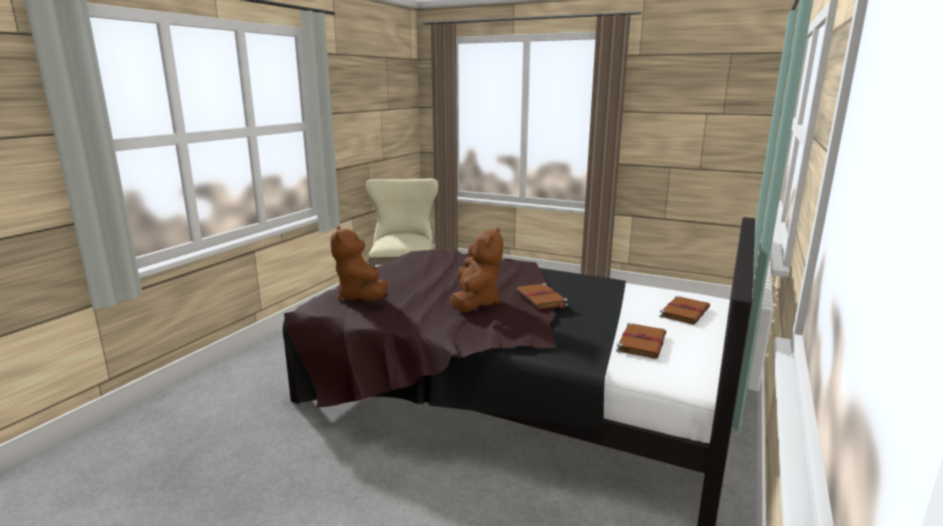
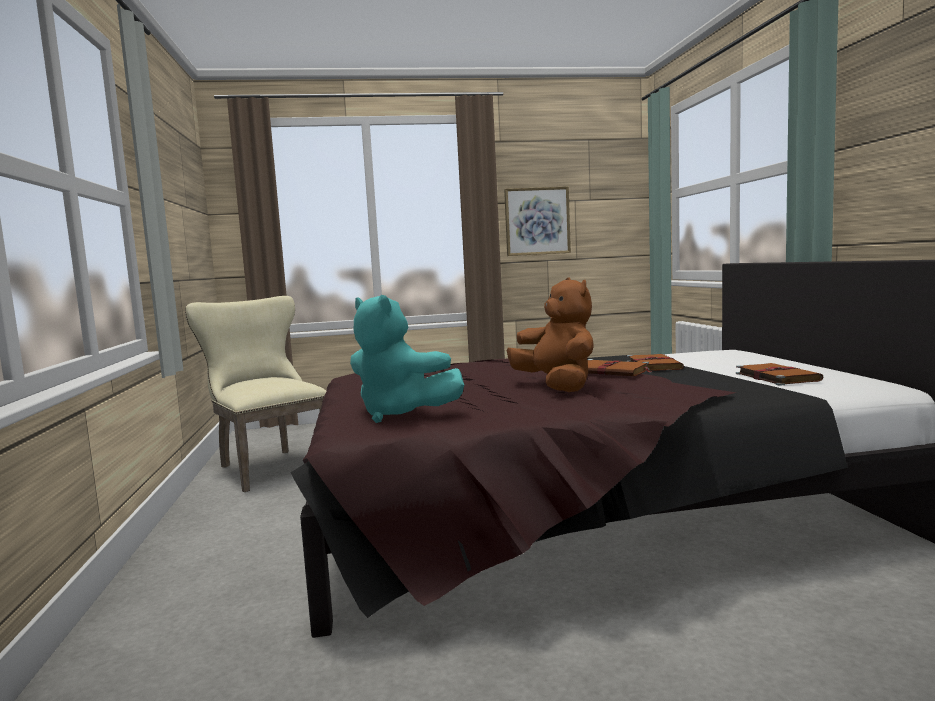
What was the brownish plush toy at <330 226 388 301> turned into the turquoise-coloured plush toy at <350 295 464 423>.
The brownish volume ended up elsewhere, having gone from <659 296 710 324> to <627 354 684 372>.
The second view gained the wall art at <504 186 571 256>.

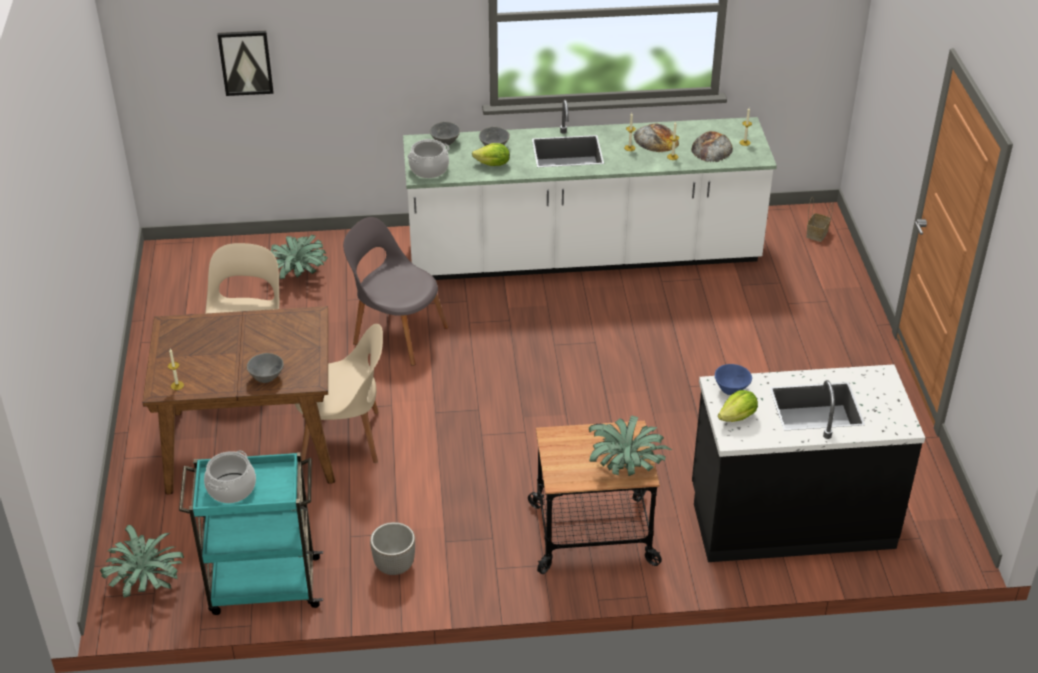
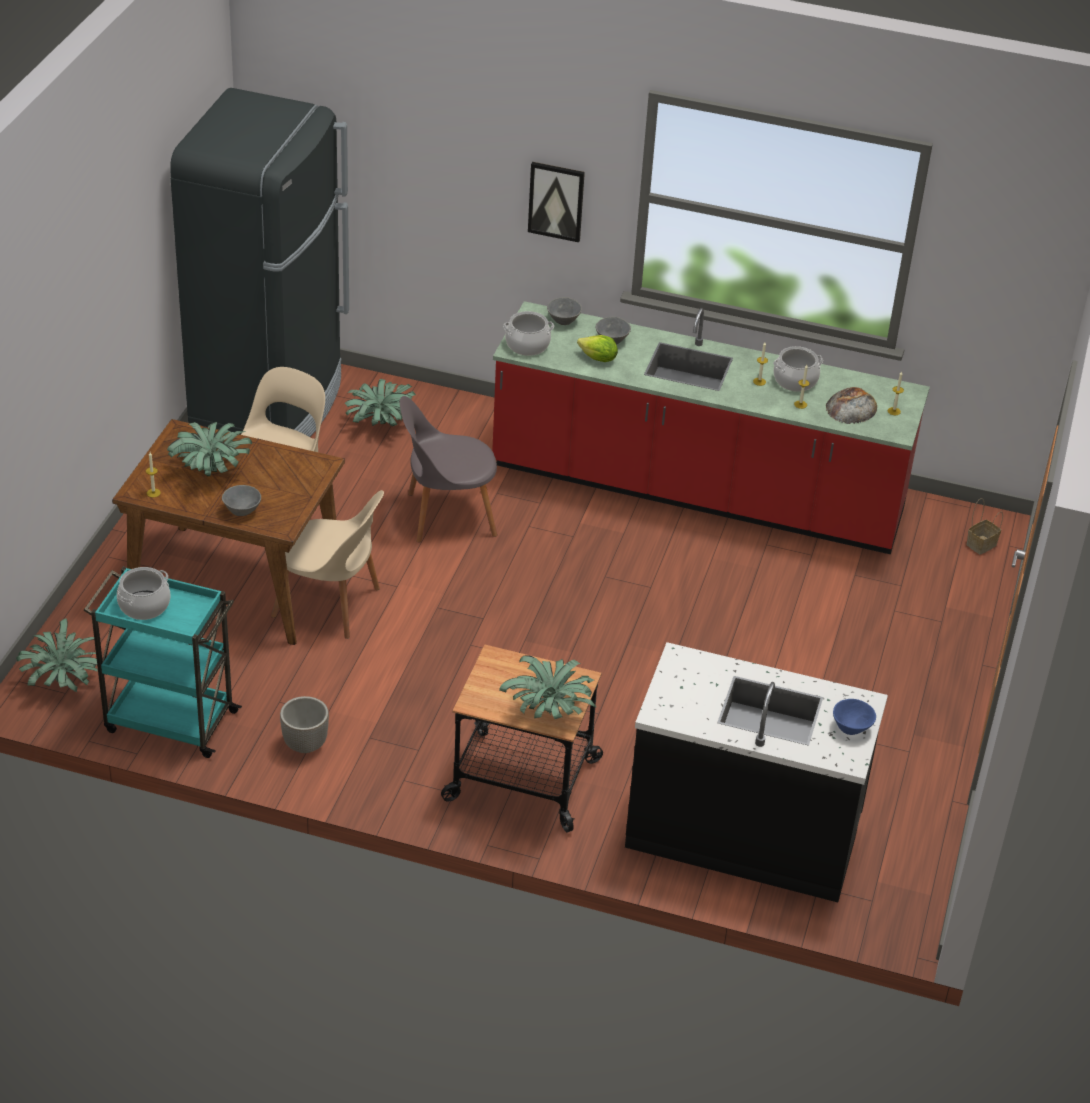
The wall art ended up elsewhere, having gone from <217 31 274 96> to <528 162 585 242>.
What was the white-coloured kitchen counter at <403 100 777 280> turned into the red kitchen counter at <492 301 930 555>.
Where the bread stood at <633 123 679 152>, the cooking pot came to stand at <773 346 823 392>.
The greyish upright chair at <343 217 448 366> ended up facing another way, 60 degrees counterclockwise from before.
The blue-coloured deep dish ended up elsewhere, having gone from <715 364 752 395> to <833 699 876 735>.
The second view lost the lettuce head at <718 390 758 422>.
The second view gained the black refrigerator at <170 88 349 437>.
The second view gained the plant in a pot at <167 422 252 476>.

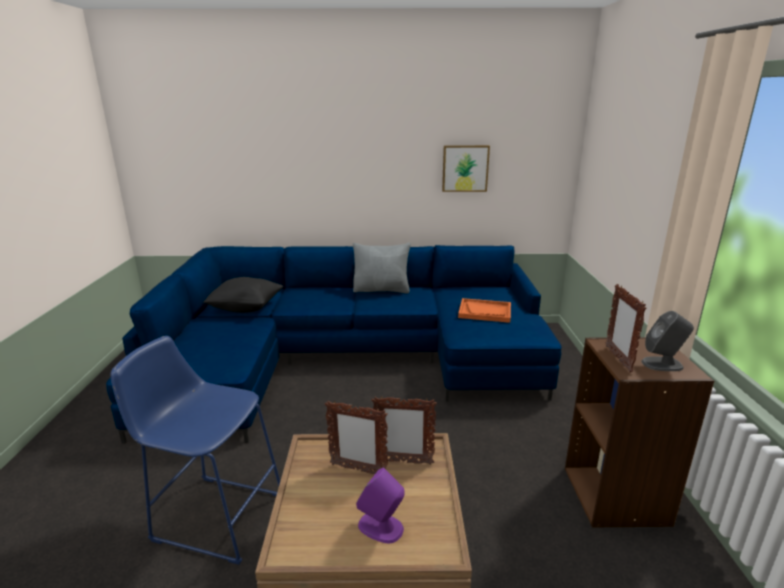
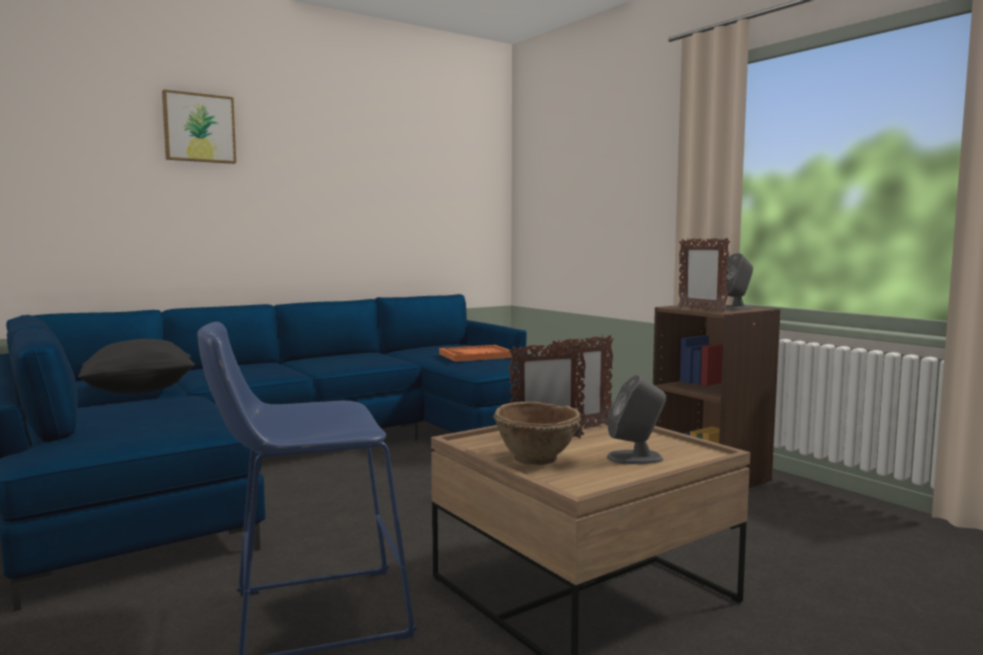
The wall art ended up elsewhere, having gone from <442 145 490 192> to <162 89 236 164>.
The second view lost the greyish pillow at <353 243 411 293>.
What was the purple audio speaker at <356 468 405 544> turned into the greyish audio speaker at <607 375 666 464>.
The second view gained the brownish deep dish at <493 402 581 465>.

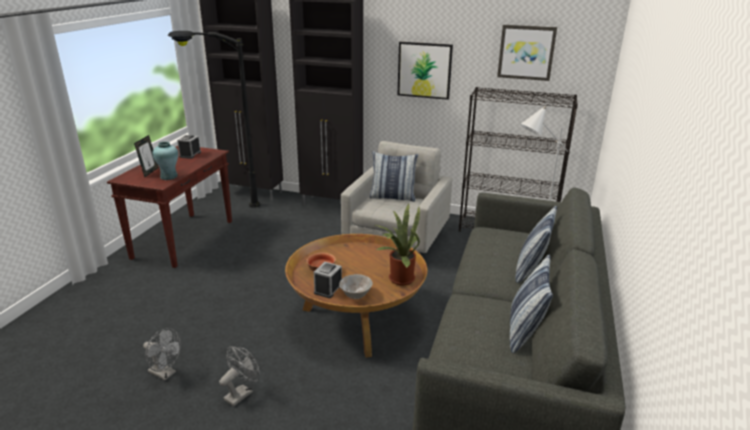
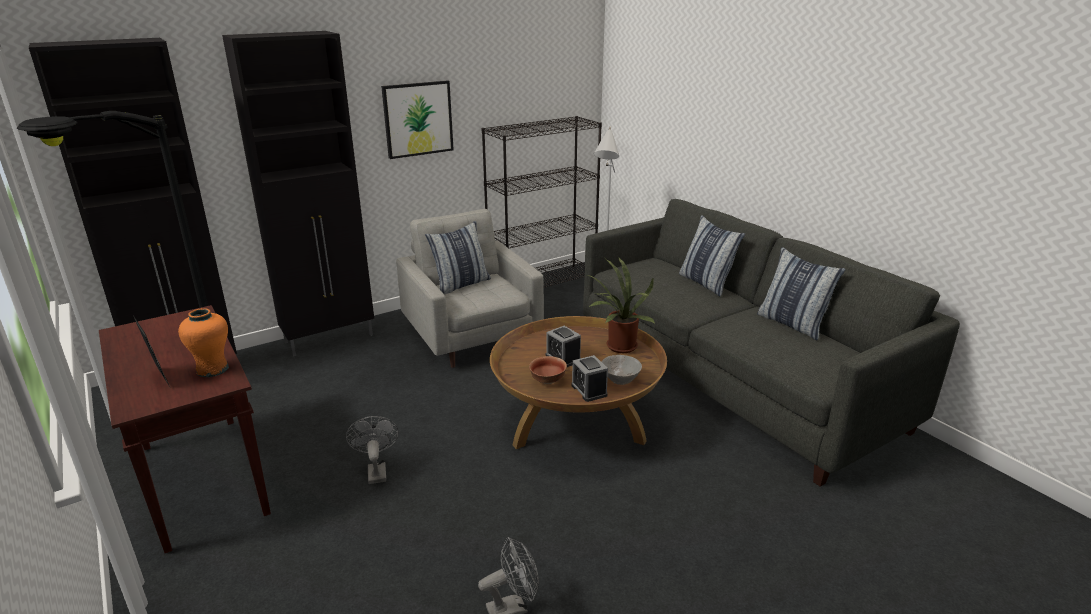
The second view lost the wall art at <497 25 557 81>.
The bedside clock ended up elsewhere, having gone from <177 135 201 159> to <546 326 581 367>.
What was the turquoise-coloured flower vase at <153 142 179 180> turned into the orange flower vase at <178 308 229 377>.
The greyish electric fan ended up elsewhere, having gone from <219 346 259 406> to <346 416 399 484>.

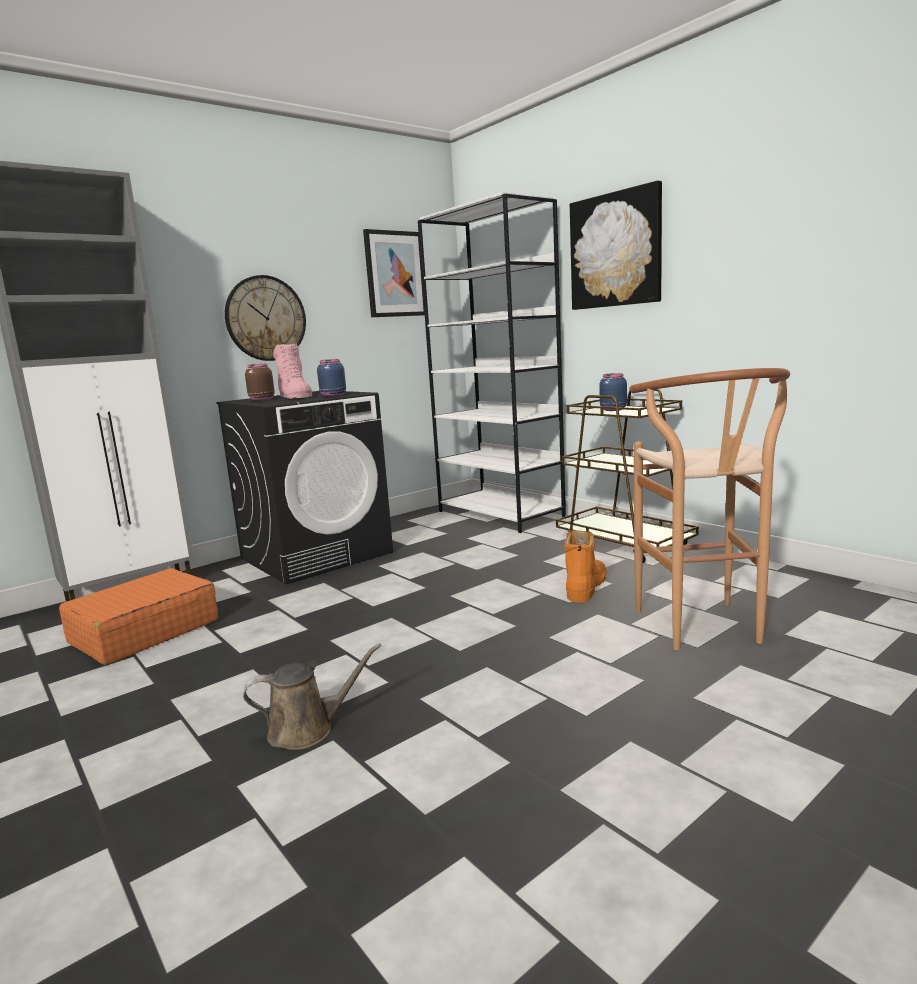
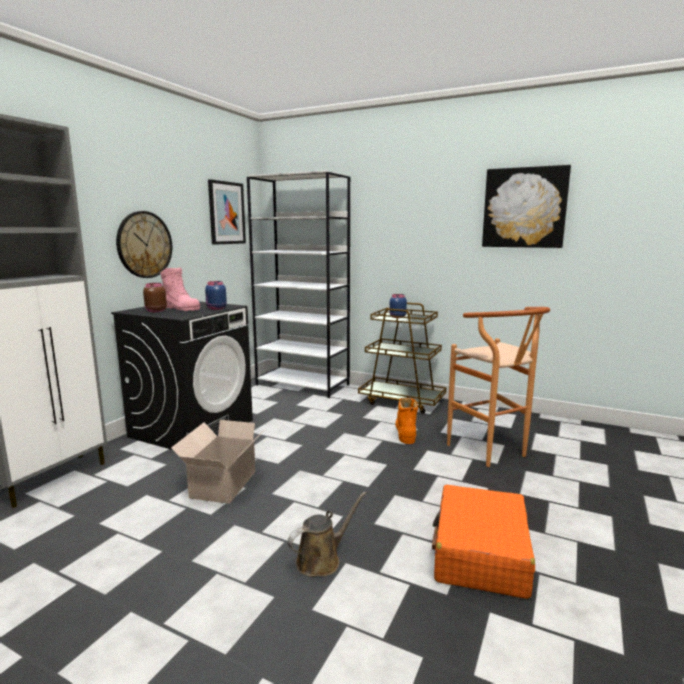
The wall art ended up elsewhere, having gone from <570 181 662 310> to <482 165 571 248>.
The orange travel case ended up elsewhere, having gone from <59 568 218 665> to <432 485 535 599>.
The second view gained the packing box at <171 420 266 504>.

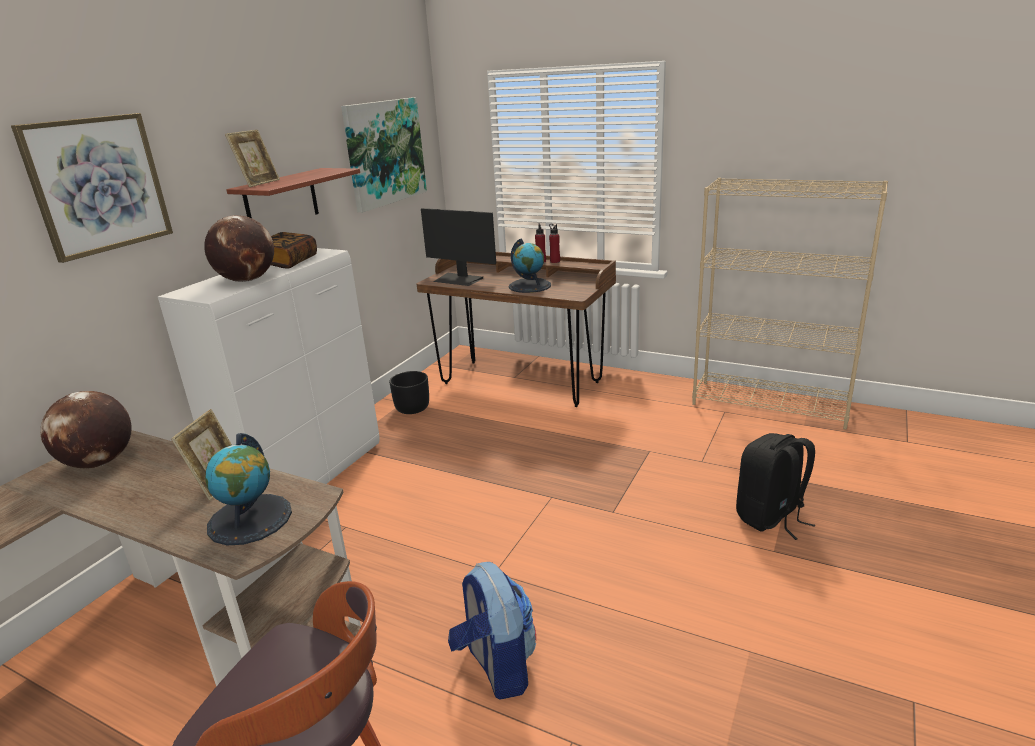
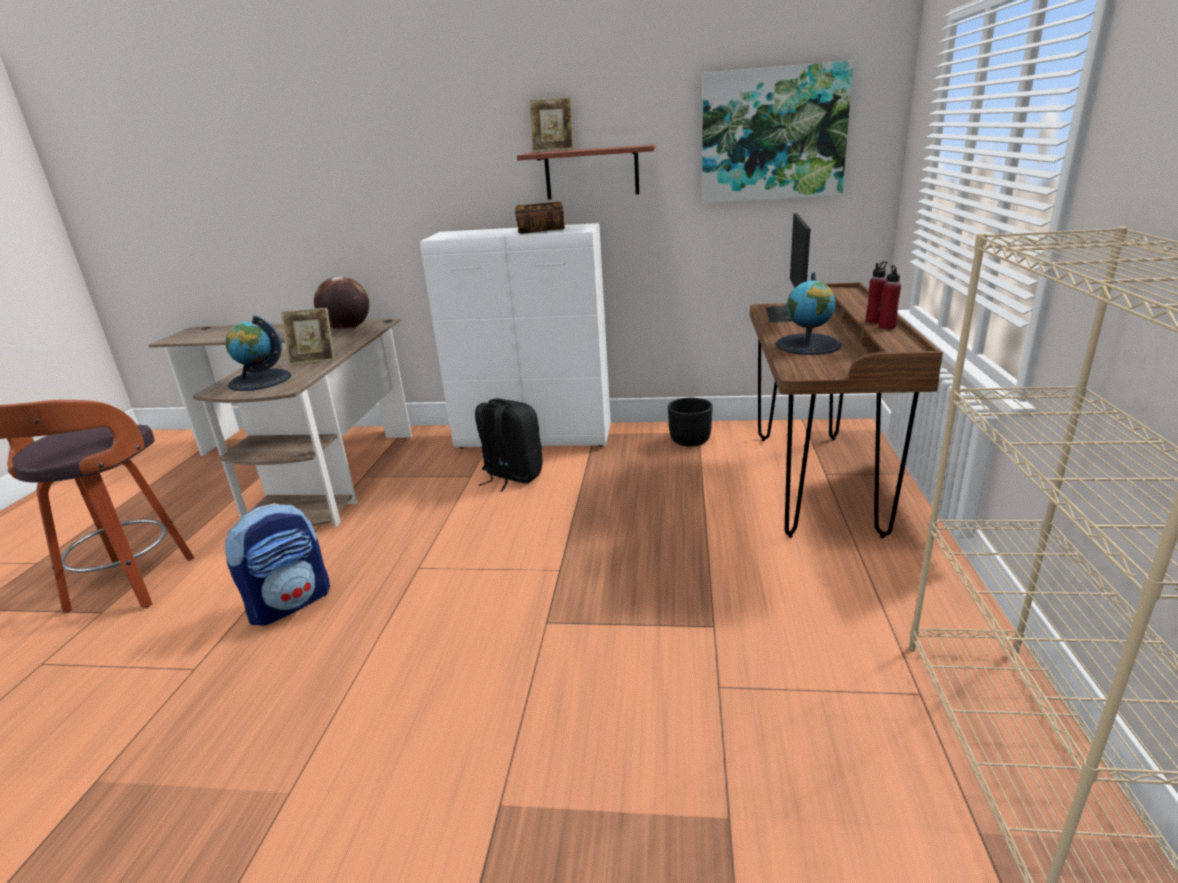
The second view lost the wall art at <11 113 173 263>.
The second view lost the globe at <204 215 274 282>.
The black backpack ended up elsewhere, having gone from <736 433 815 540> to <475 399 543 492>.

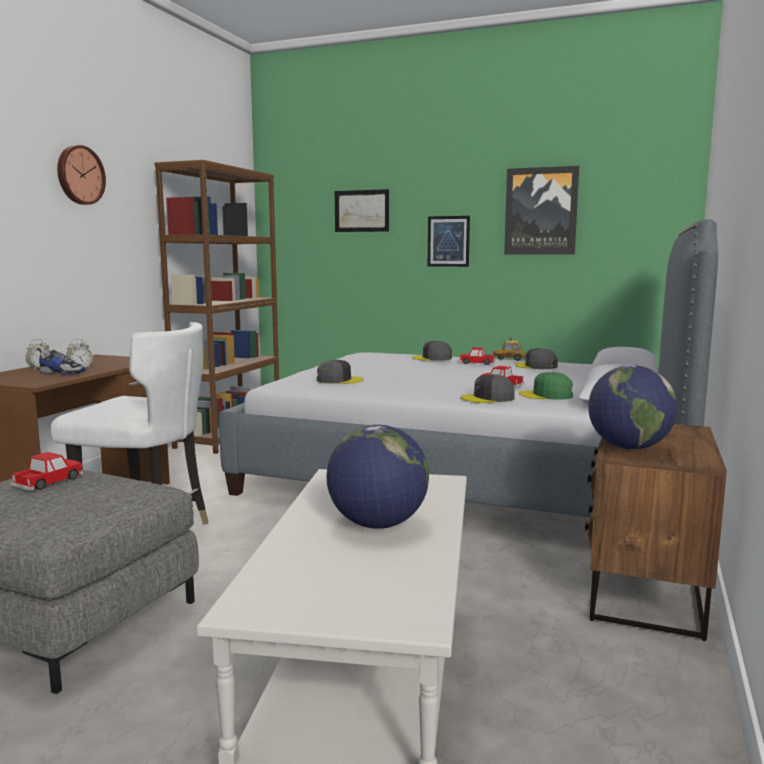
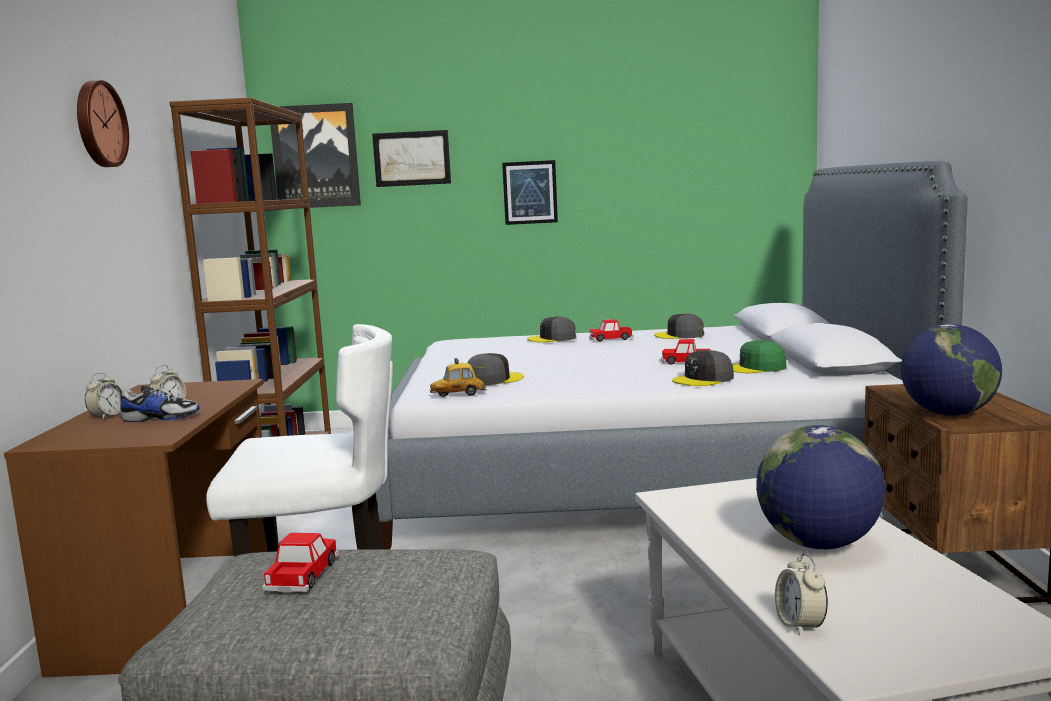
The wall art ended up elsewhere, having gone from <504 166 579 255> to <270 103 361 208>.
The model car ended up elsewhere, having gone from <493 337 526 361> to <430 358 487 397>.
The second view gained the bedside clock at <775 553 828 636>.

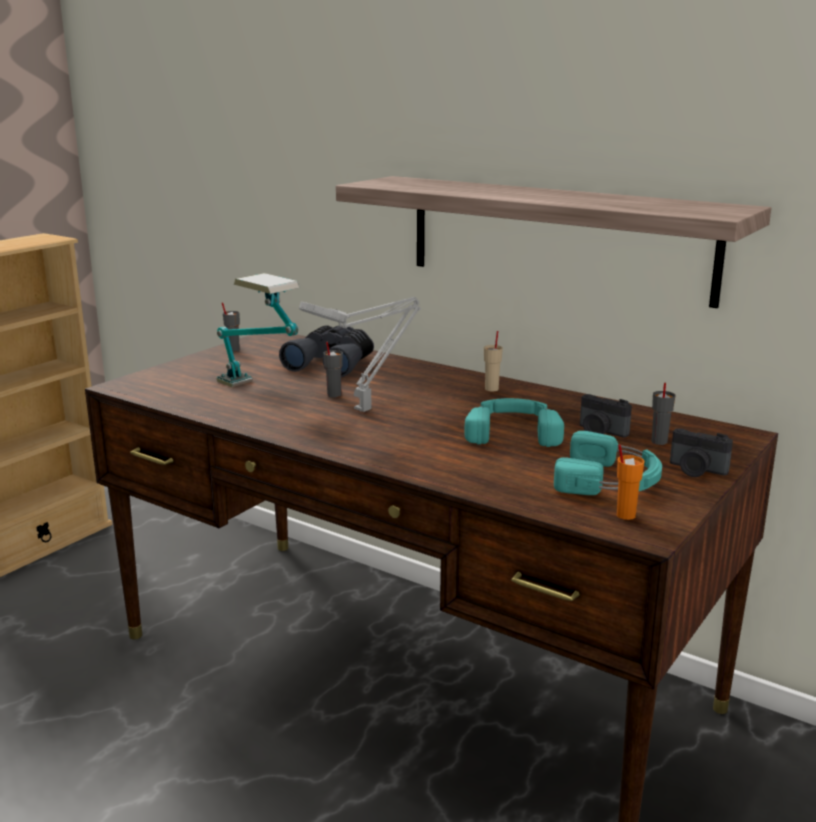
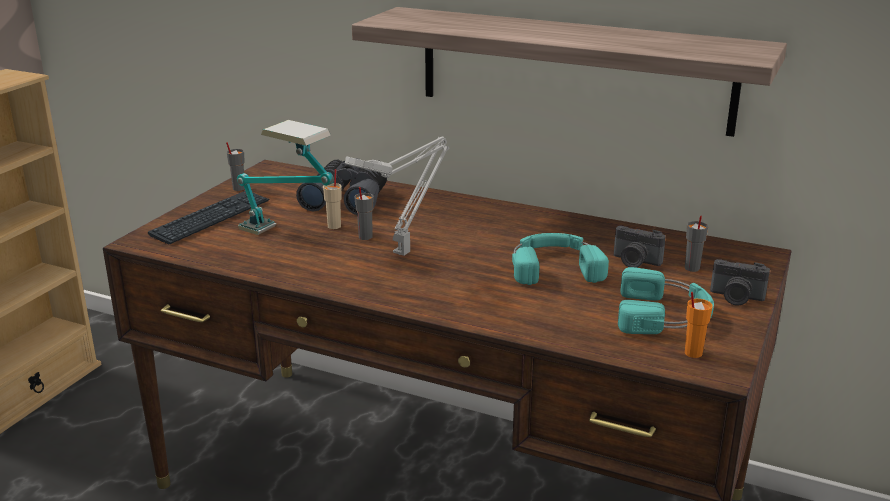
The beige-coloured drinking cup ended up elsewhere, having gone from <484 331 503 391> to <323 169 342 229>.
The second view gained the PC keyboard at <148 191 269 245>.

